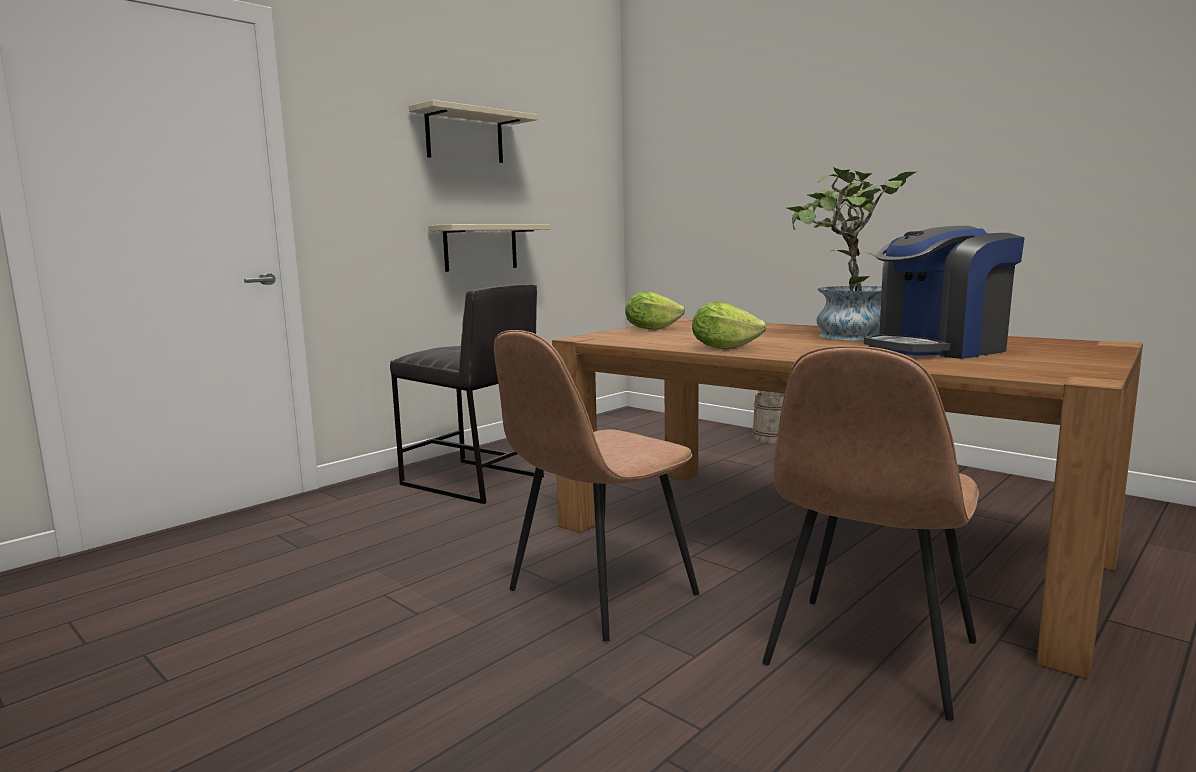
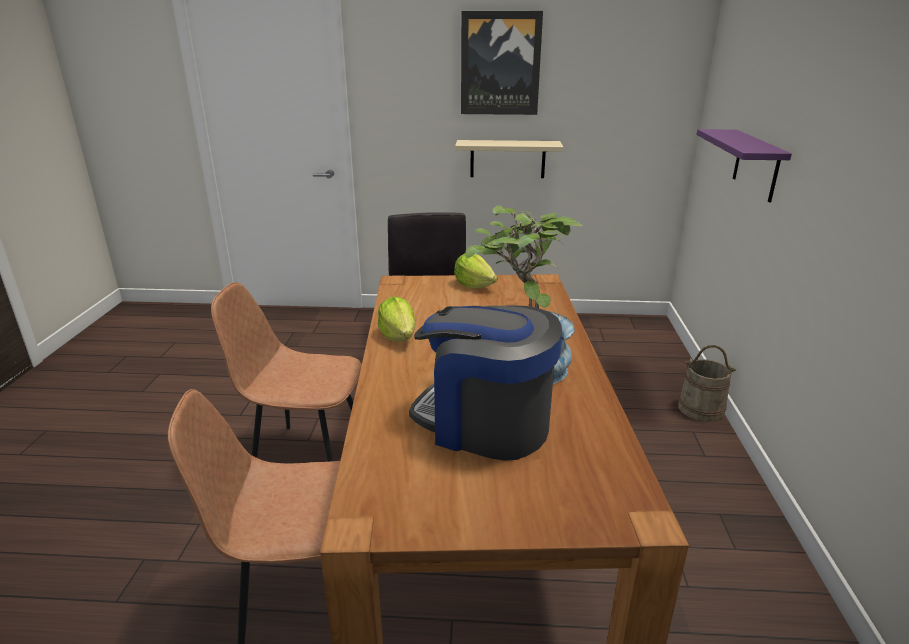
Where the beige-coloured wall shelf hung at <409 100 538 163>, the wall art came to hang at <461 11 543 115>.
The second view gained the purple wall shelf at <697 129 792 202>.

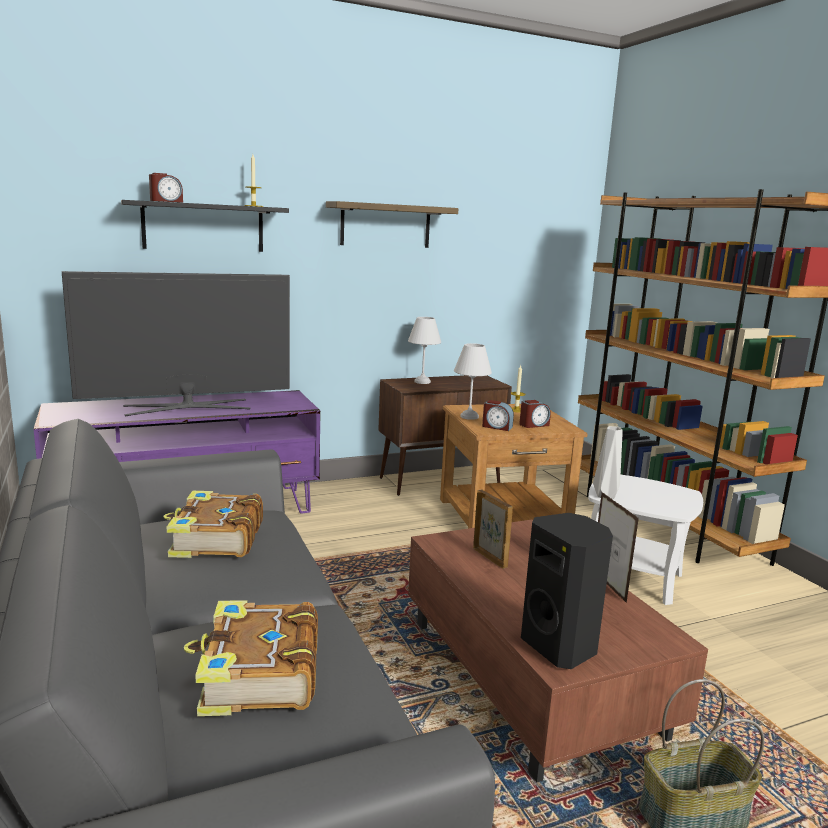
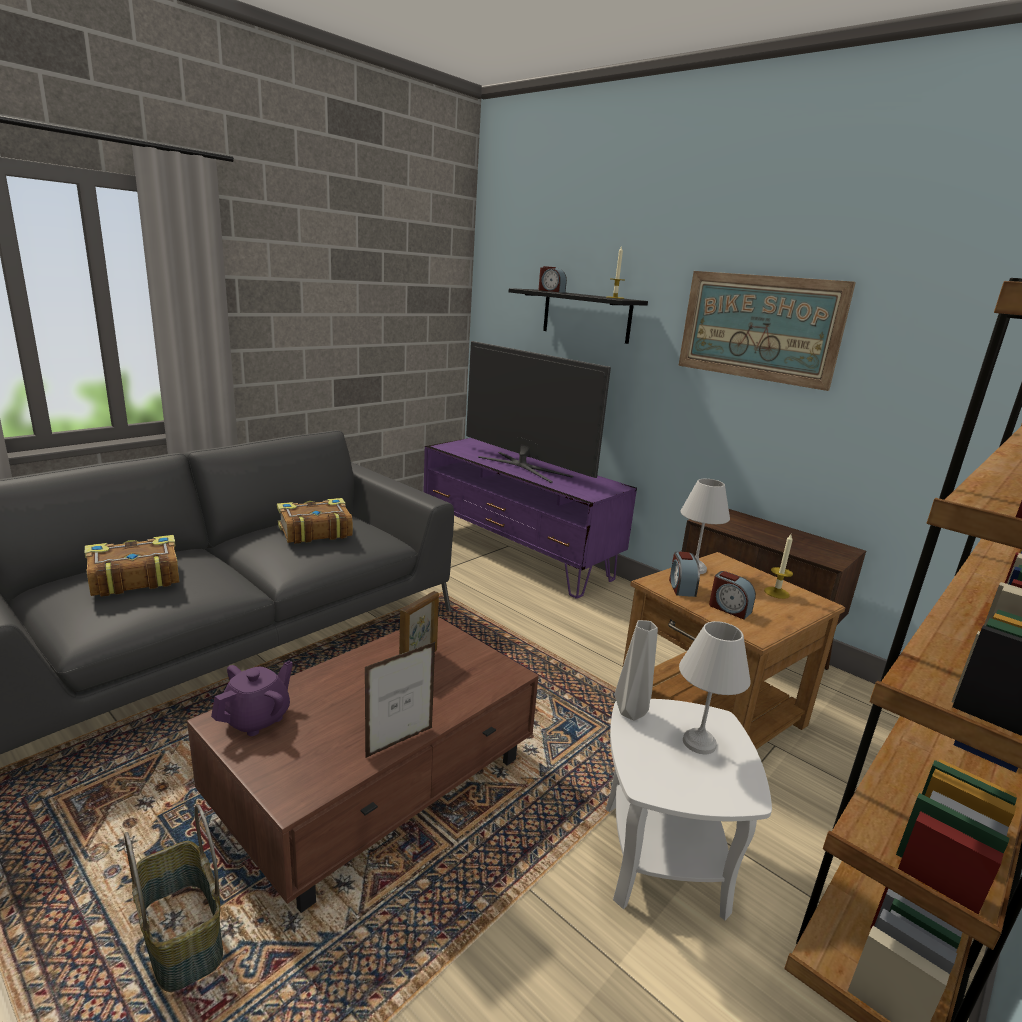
Where the wall shelf hung at <326 201 458 248>, the wall art came to hang at <679 271 856 391>.
The white-coloured table lamp ended up elsewhere, having gone from <408 317 441 384> to <679 621 750 754>.
Where the black audio speaker stood at <521 513 613 669>, the purple teapot came to stand at <211 661 293 736>.

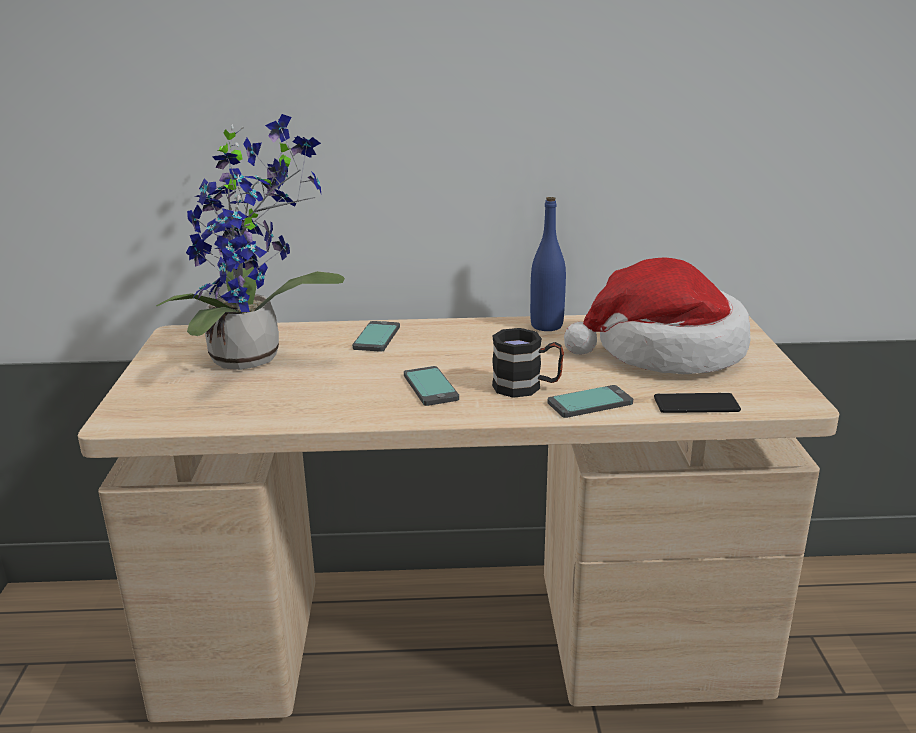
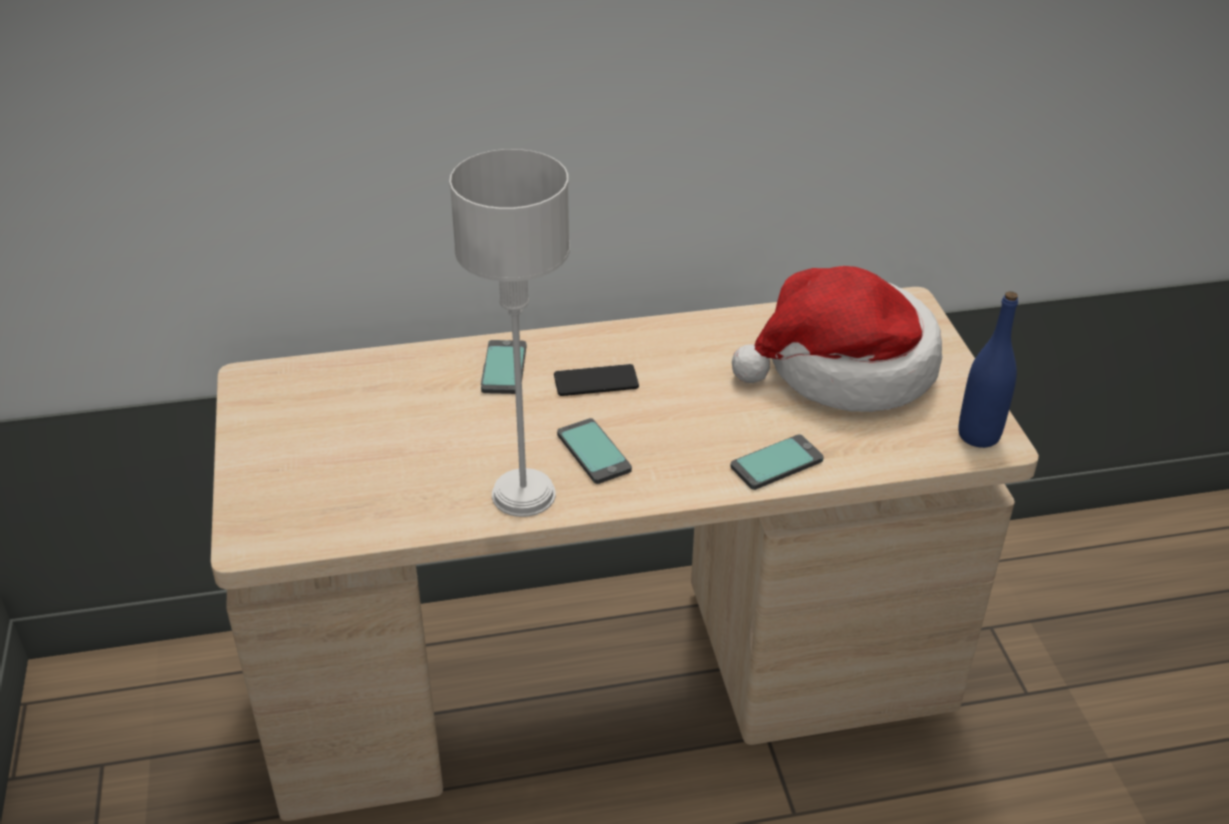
The second view lost the plant in a pot at <156 114 345 370>.
The blue-coloured bottle ended up elsewhere, having gone from <530 197 566 331> to <958 291 1018 448>.
The second view lost the black mug at <492 328 564 398>.
The telephone ended up elsewhere, having gone from <654 393 741 413> to <554 364 639 396>.
The second view gained the greyish table lamp at <449 149 570 517>.

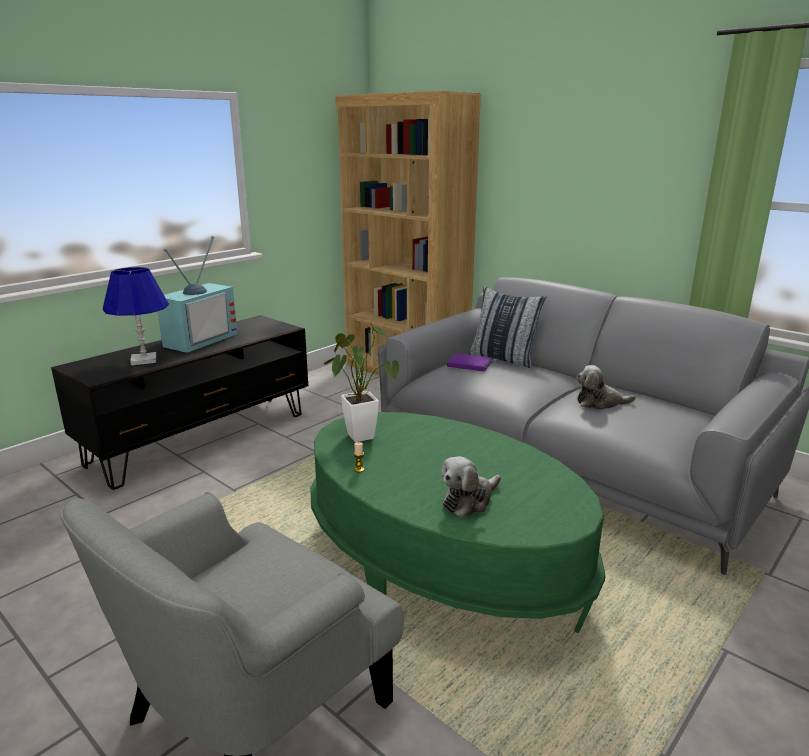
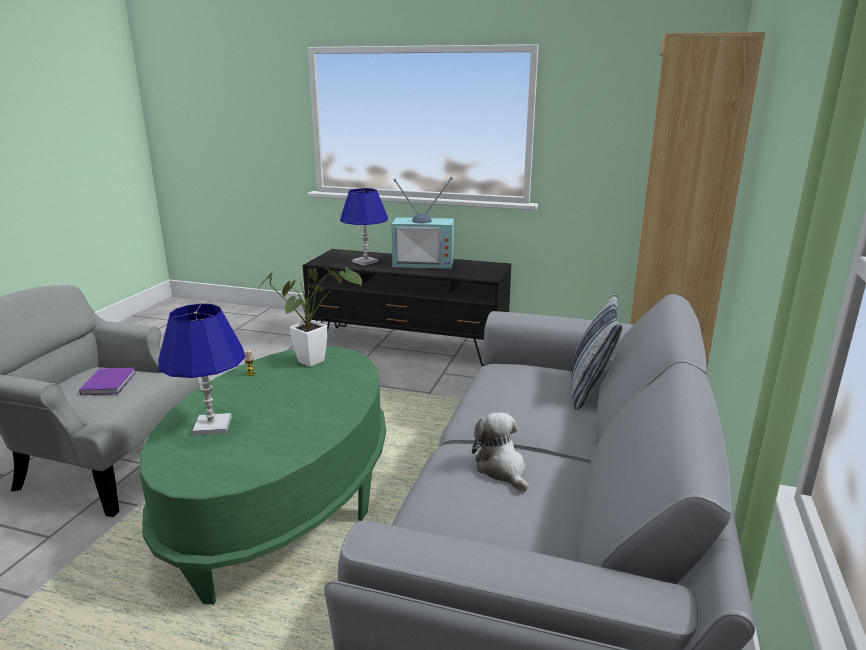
The purple volume ended up elsewhere, having gone from <447 353 492 372> to <79 368 136 395>.
Where the plush toy stood at <441 456 501 517>, the blue-coloured table lamp came to stand at <158 304 246 436>.

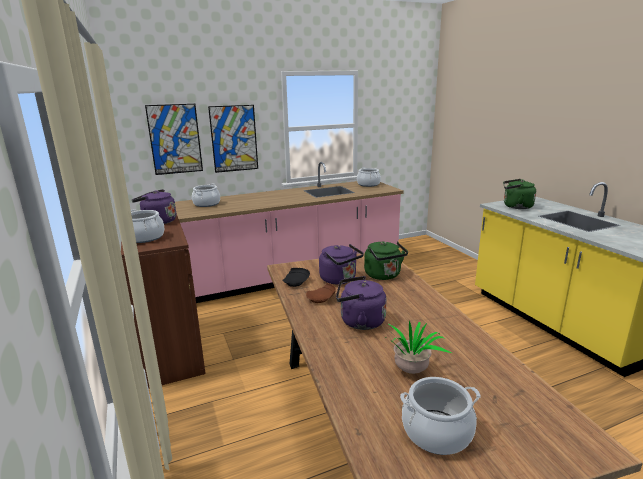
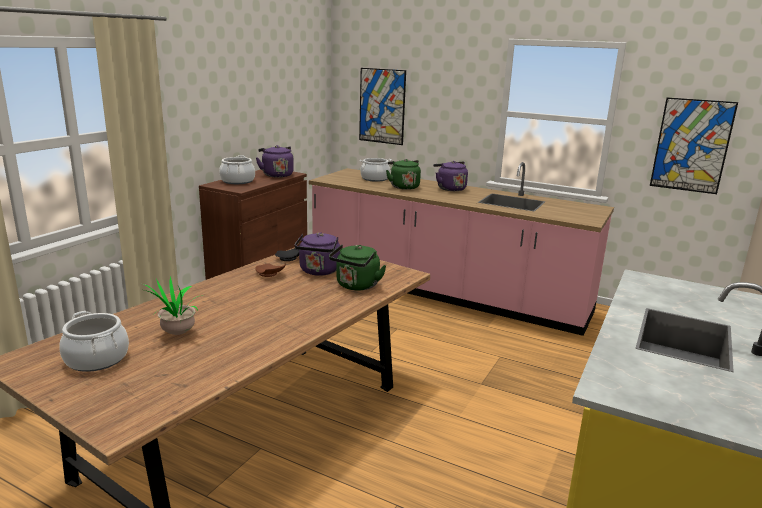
The wall art ended up elsewhere, having gone from <208 105 258 173> to <650 97 738 194>.
The second view lost the cooking pot at <357 167 381 187>.
The green kettle ended up elsewhere, having gone from <503 179 536 209> to <386 159 421 190>.
The purple kettle ended up elsewhere, having gone from <336 276 387 330> to <433 161 468 191>.

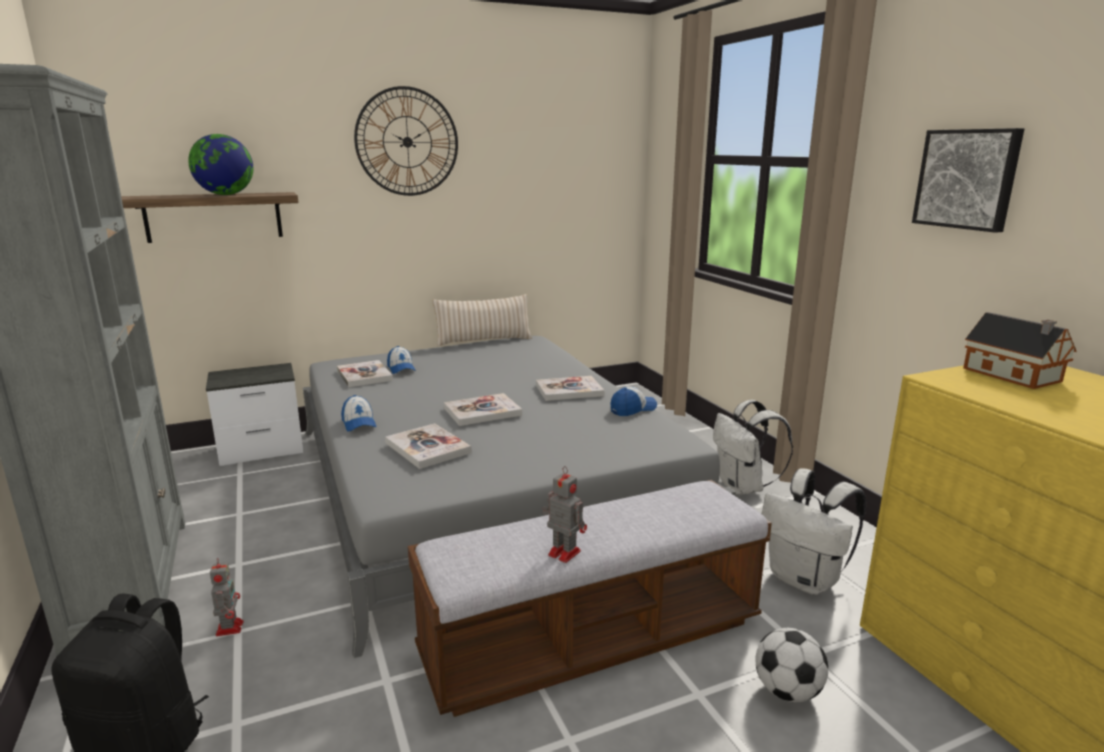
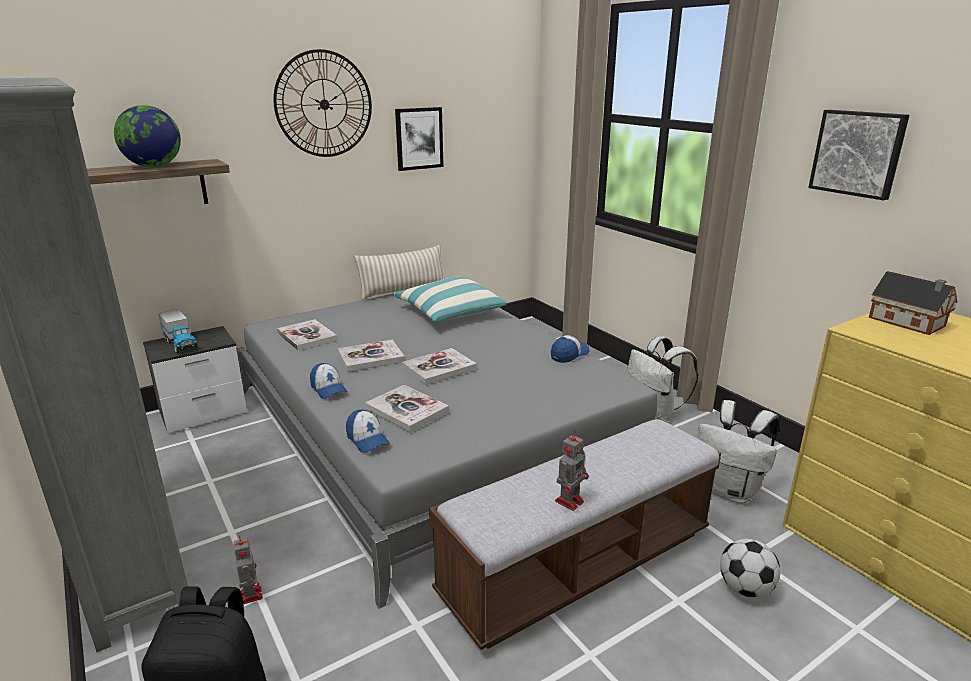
The baseball cap ended up elsewhere, having gone from <387 346 416 374> to <346 409 390 453>.
The volume ended up elsewhere, having gone from <536 376 605 401> to <338 340 405 372>.
The robot figure at <543 466 587 563> ended up facing another way, 105 degrees clockwise from before.
The second view gained the wall art at <395 107 443 171>.
The second view gained the pillow at <394 277 507 322>.
The second view gained the toy lorry at <158 309 197 353>.

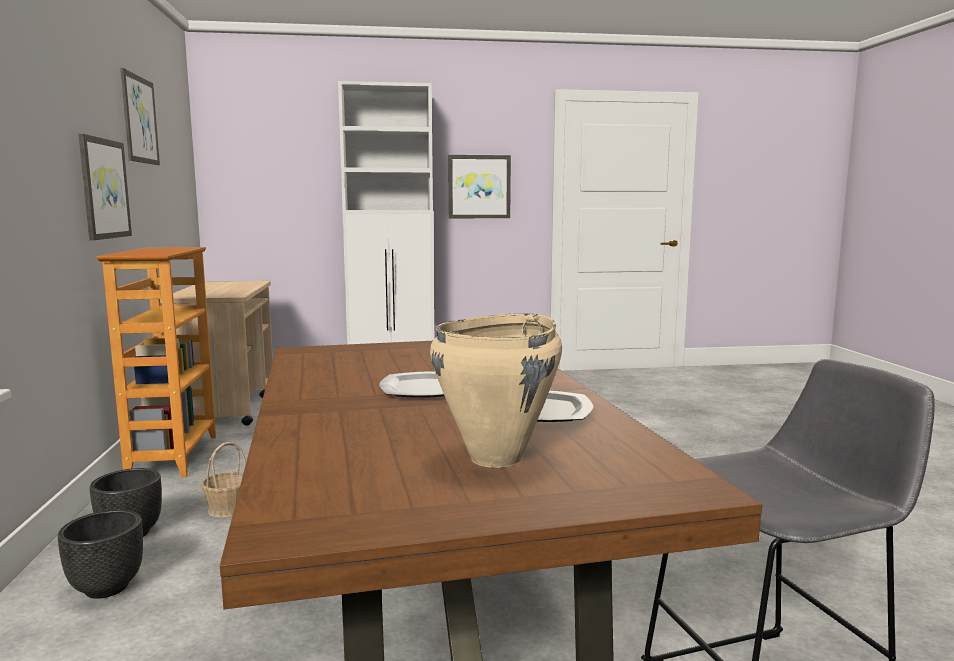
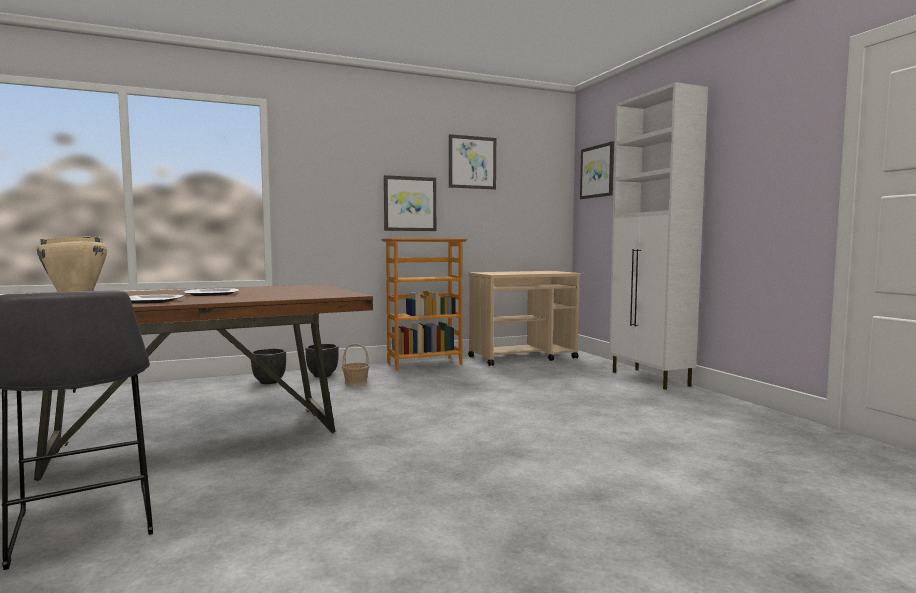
The wall art ended up elsewhere, having gone from <448 155 511 218> to <580 141 614 199>.

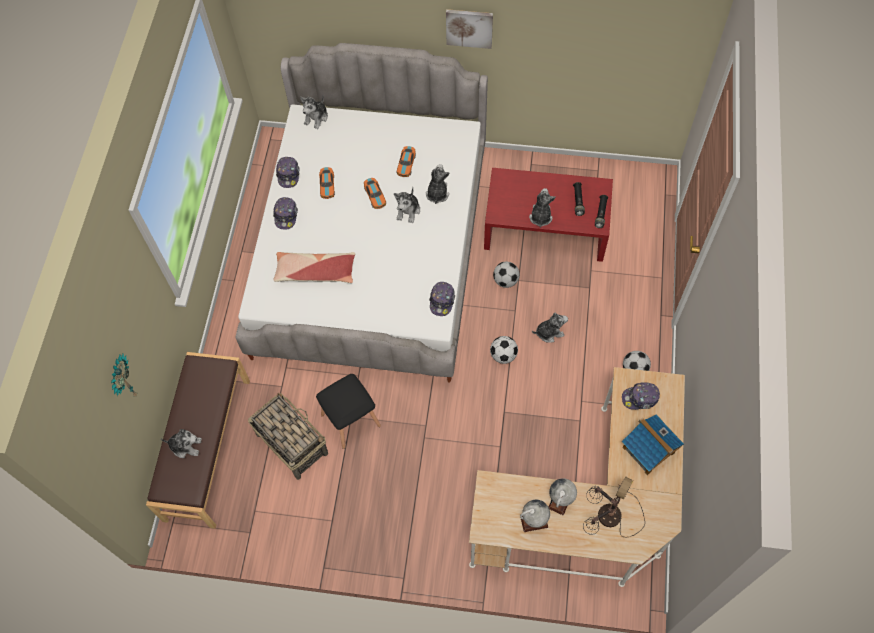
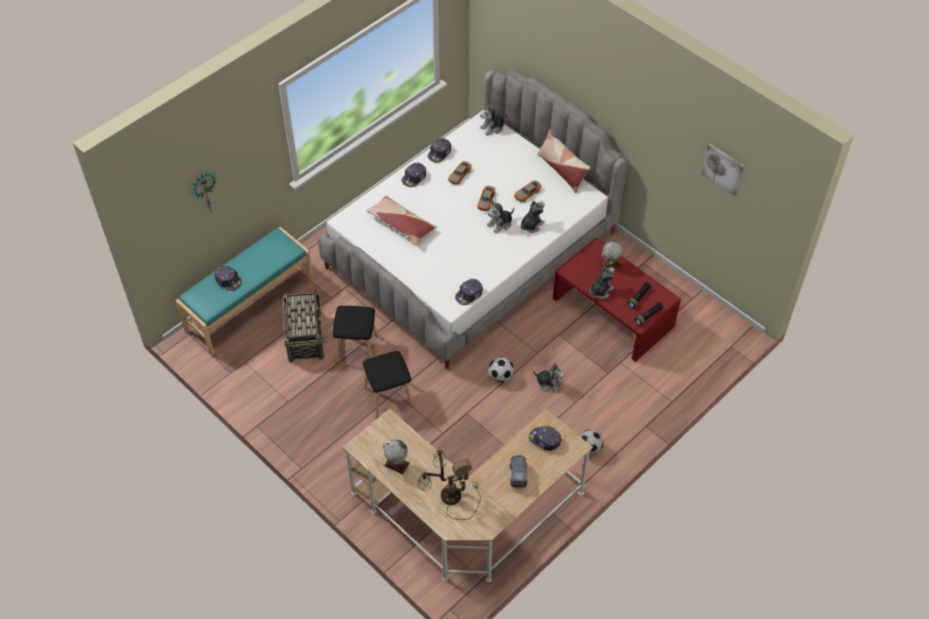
The wall art ended up elsewhere, having gone from <446 9 493 49> to <702 143 744 196>.
The second view lost the ball for football at <493 262 520 288>.
What was the brownish indoor bench at <146 352 250 529> turned into the turquoise-coloured indoor bench at <175 227 314 355>.
Where the toy house stood at <622 414 684 475>, the toy lorry came to stand at <510 455 527 488>.
Where the plush toy stood at <161 429 202 458>, the baseball cap came to stand at <214 265 242 291>.
The globe ended up elsewhere, having gone from <549 478 577 515> to <599 241 623 269>.
The second view gained the pillow at <537 129 590 193>.
The second view gained the black stool seat at <363 351 414 418>.

